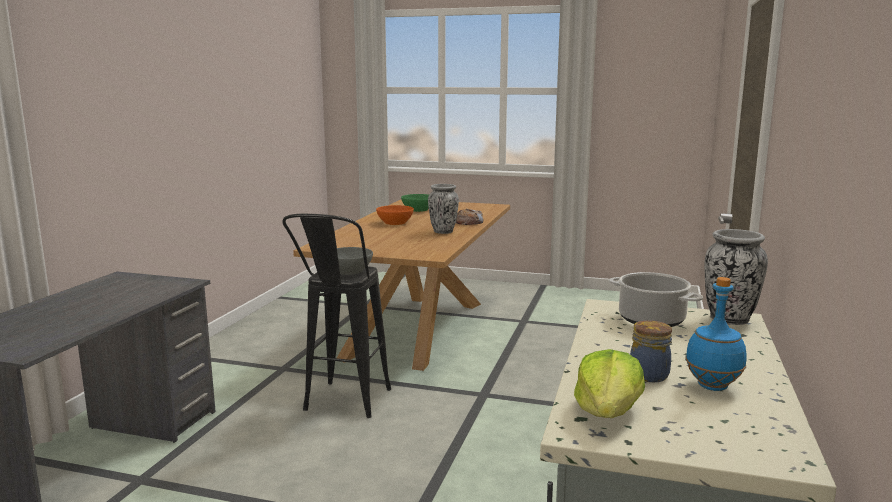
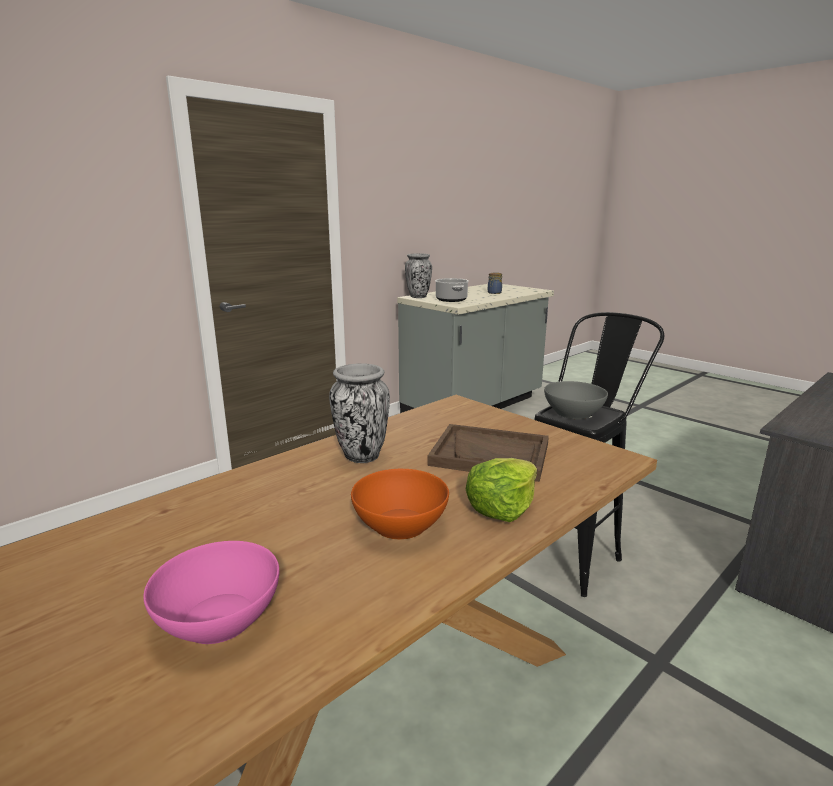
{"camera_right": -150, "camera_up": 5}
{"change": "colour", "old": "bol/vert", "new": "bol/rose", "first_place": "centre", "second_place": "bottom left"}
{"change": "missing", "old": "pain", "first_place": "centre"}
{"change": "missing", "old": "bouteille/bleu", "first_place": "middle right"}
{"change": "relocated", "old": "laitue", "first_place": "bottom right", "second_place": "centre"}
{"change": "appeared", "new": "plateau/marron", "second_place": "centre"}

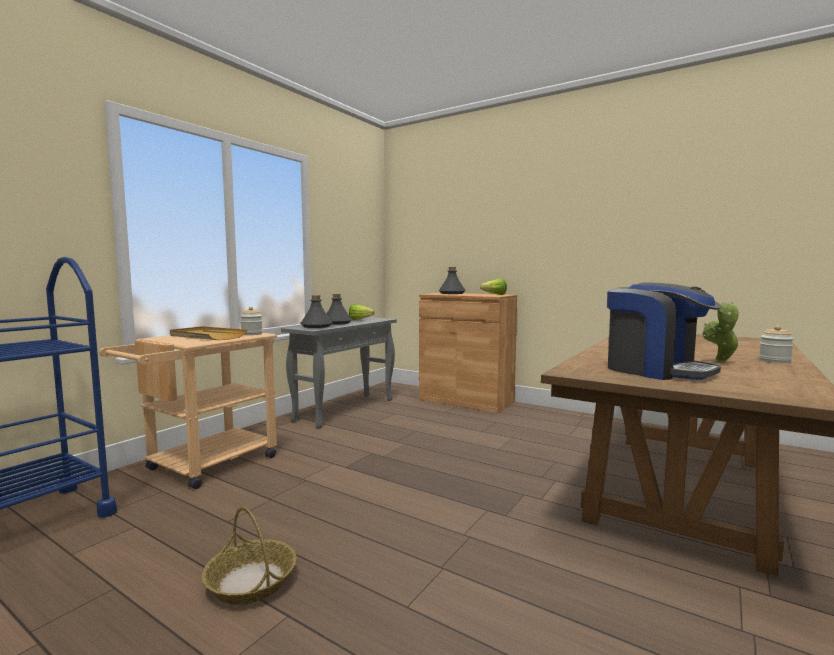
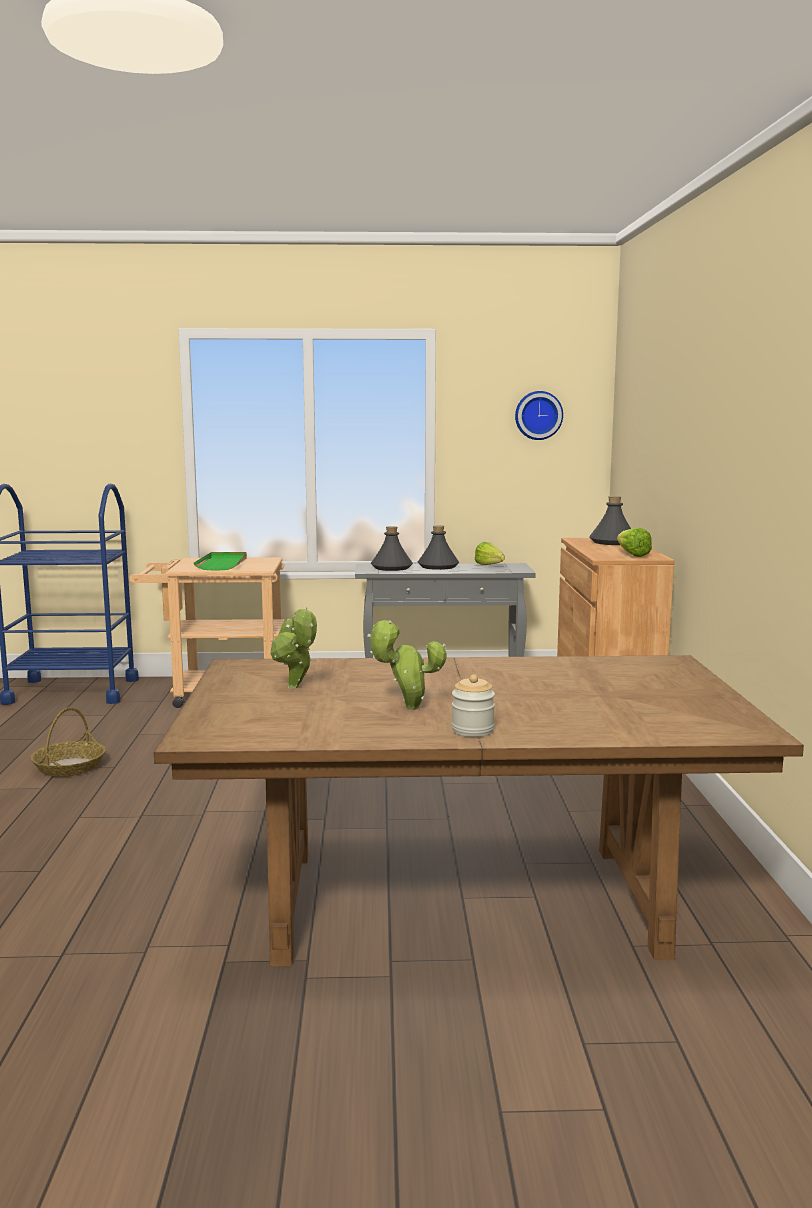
{"camera_right": 55, "camera_up": 5}
{"change": "exchanged", "old": "machine à café", "new": "plante en pot (no. 1 from left)", "first_place": "middle right", "second_place": "centre"}
{"change": "missing", "old": "bocal (no. 1 from left)", "first_place": "middle left"}
{"change": "colour", "old": "plateau/beige", "new": "plateau/vert", "first_place": "middle left", "second_place": "middle left"}
{"change": "appeared", "new": "horloge murale", "second_place": "centre"}

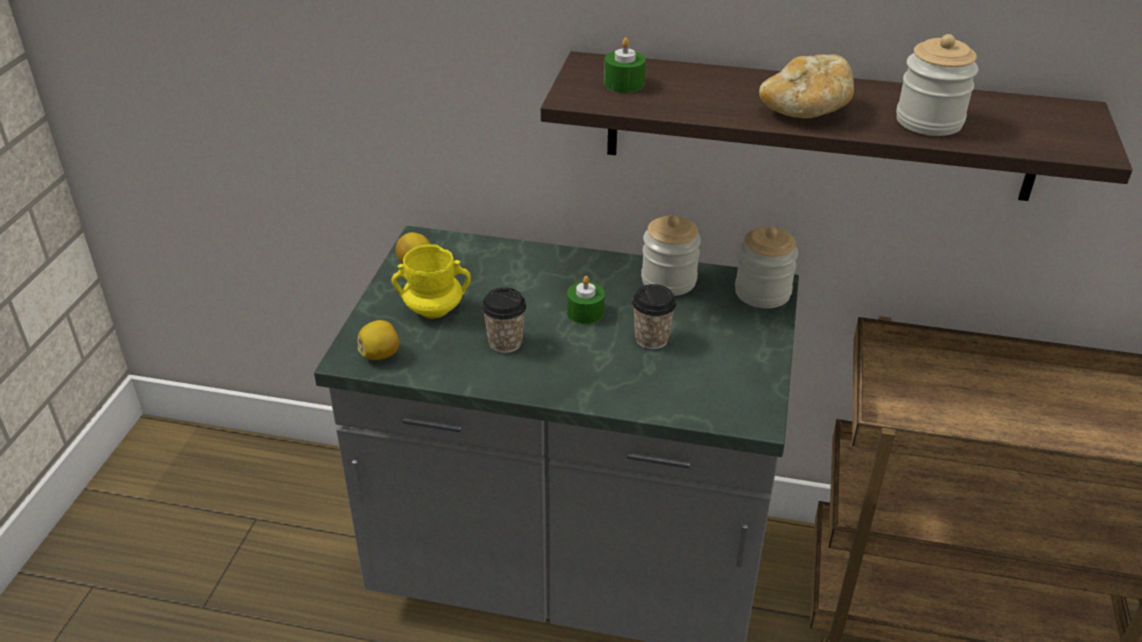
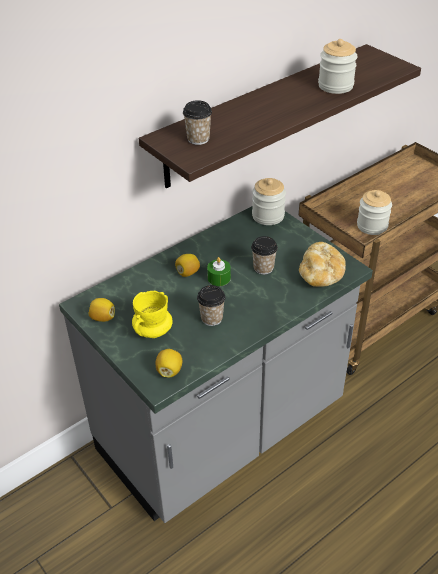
{"camera_right": -50, "camera_up": 5}
{"change": "exchanged", "old": "bougie/vert (no. 2 from left)", "new": "tasse (no. 1 from left)", "first_place": "top centre", "second_place": "top centre"}
{"change": "relocated", "old": "pain", "first_place": "top right", "second_place": "middle right"}
{"change": "relocated", "old": "bocal (no. 1 from left in the first image)", "new": "bocal (no. 3 from left)", "first_place": "centre", "second_place": "middle right"}
{"change": "appeared", "new": "citron (no. 3 from left)", "second_place": "centre"}

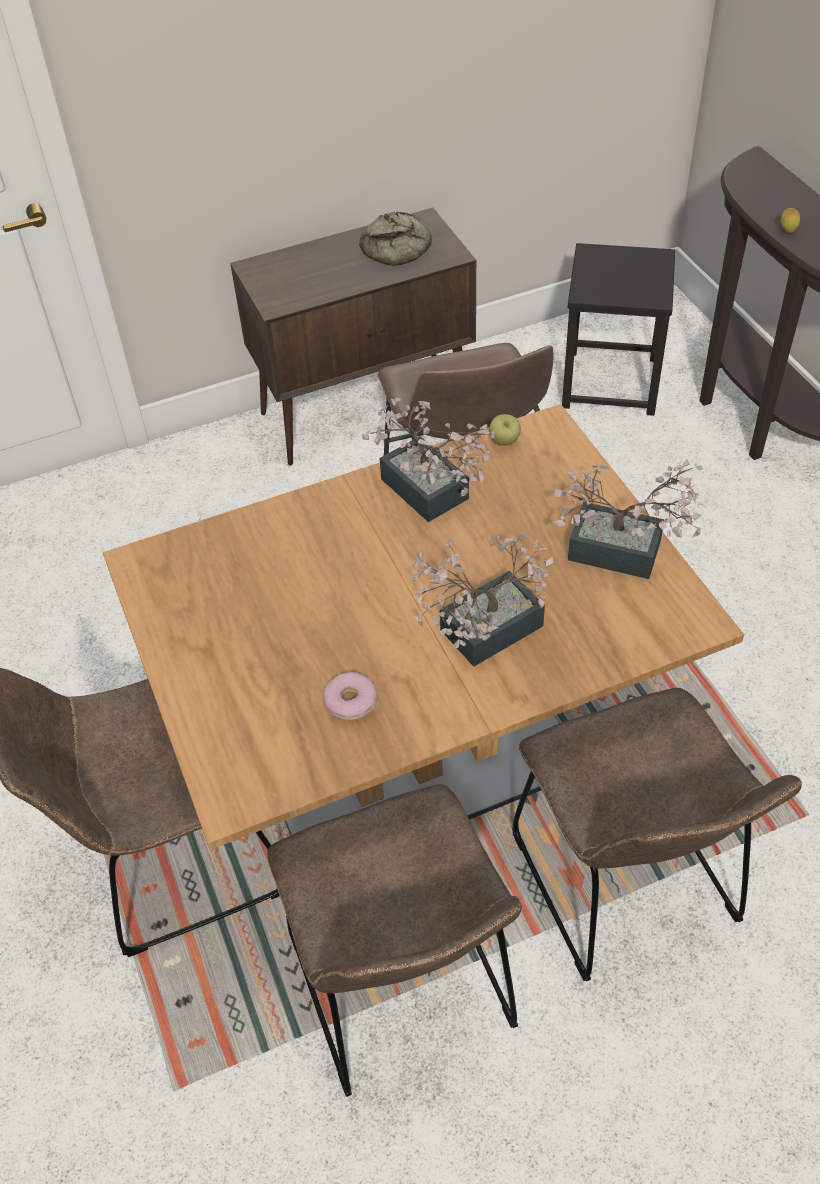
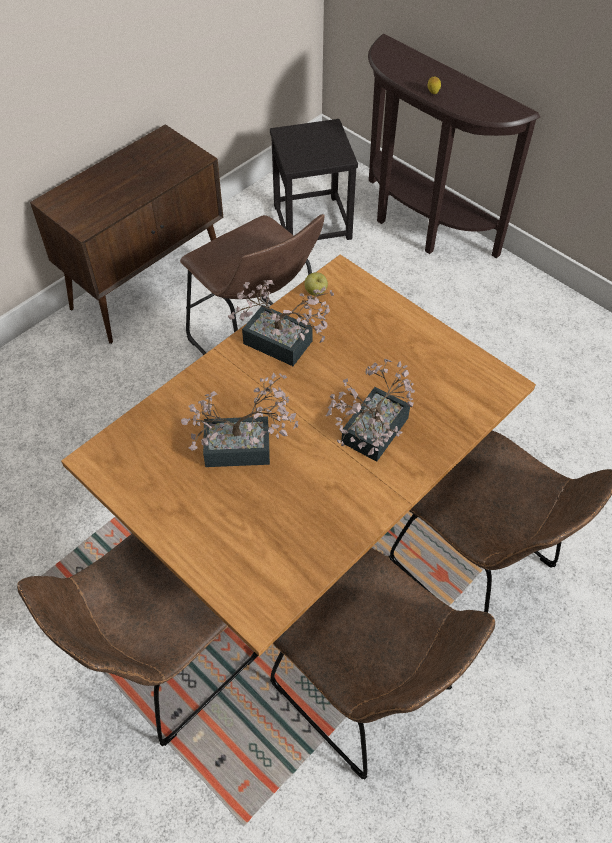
{"camera_right": -25, "camera_up": 5}
{"change": "missing", "old": "pain", "first_place": "top centre"}
{"change": "relocated", "old": "plante en pot (no. 3 from left in the first image)", "new": "plante en pot (no. 1 from left)", "first_place": "middle right", "second_place": "centre"}
{"change": "missing", "old": "beignet", "first_place": "centre"}

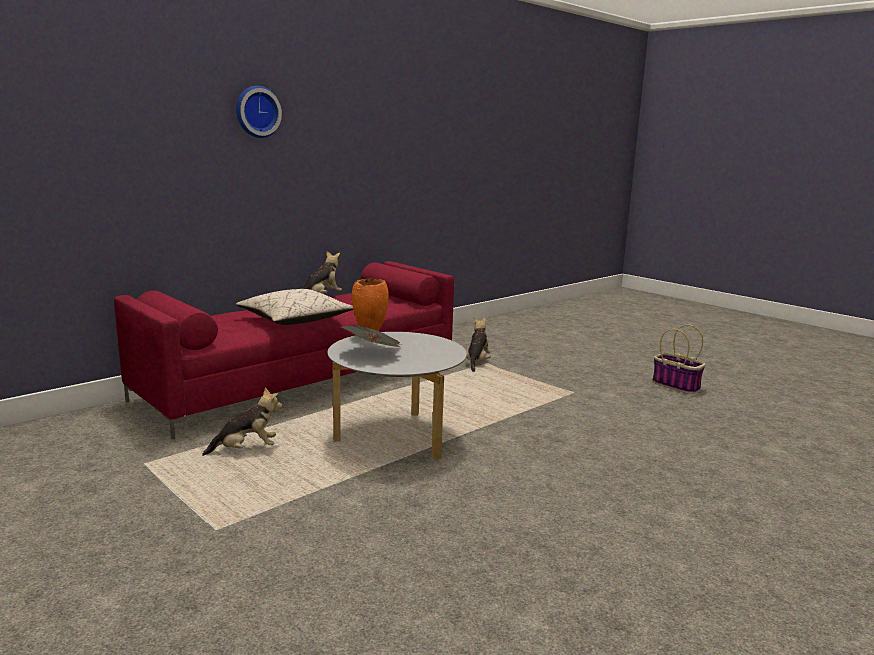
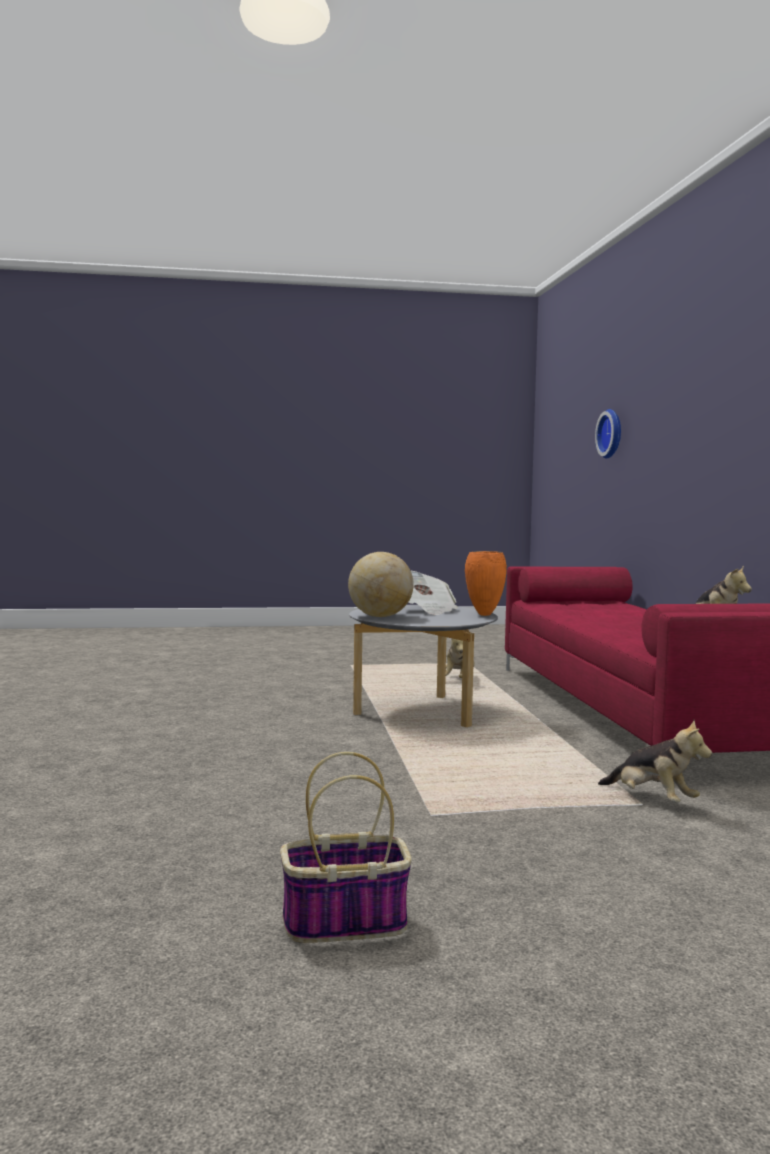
{"camera_right": 125, "camera_up": -10}
{"change": "relocated", "old": "horloge murale", "first_place": "top left", "second_place": "middle right"}
{"change": "missing", "old": "coussin/beige", "first_place": "centre"}
{"change": "appeared", "new": "globe", "second_place": "centre"}

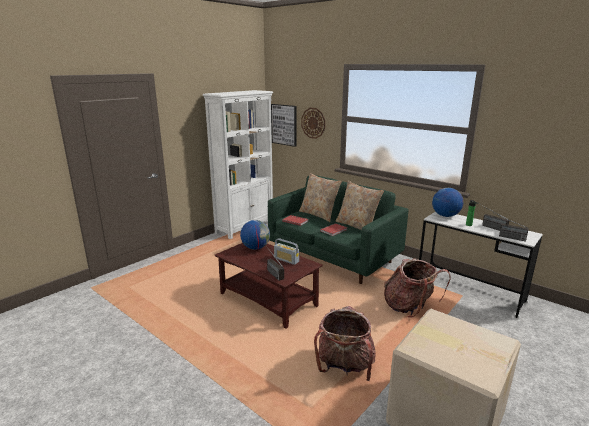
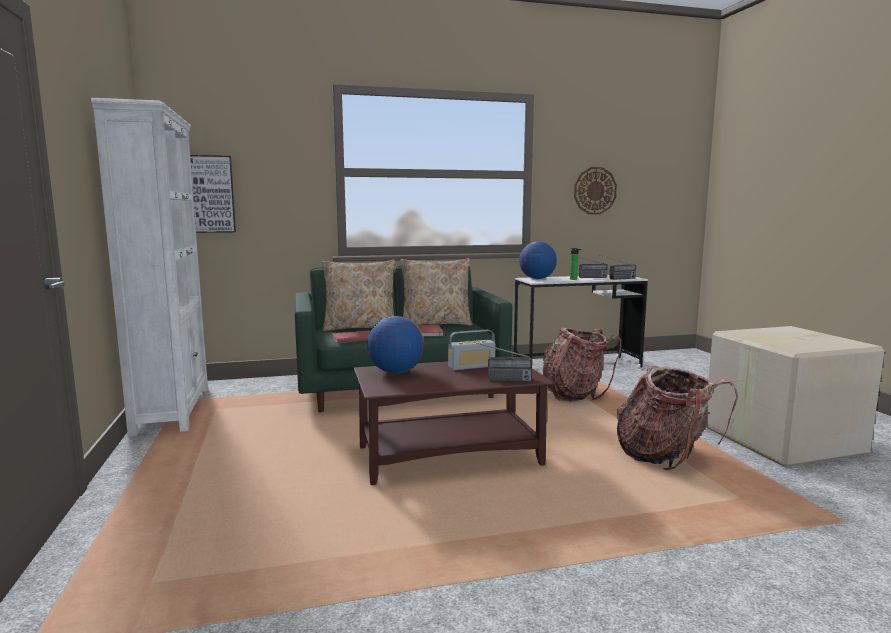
{"camera_right": -55, "camera_up": -10}
{"change": "relocated", "old": "horloge murale", "first_place": "top centre", "second_place": "top right"}

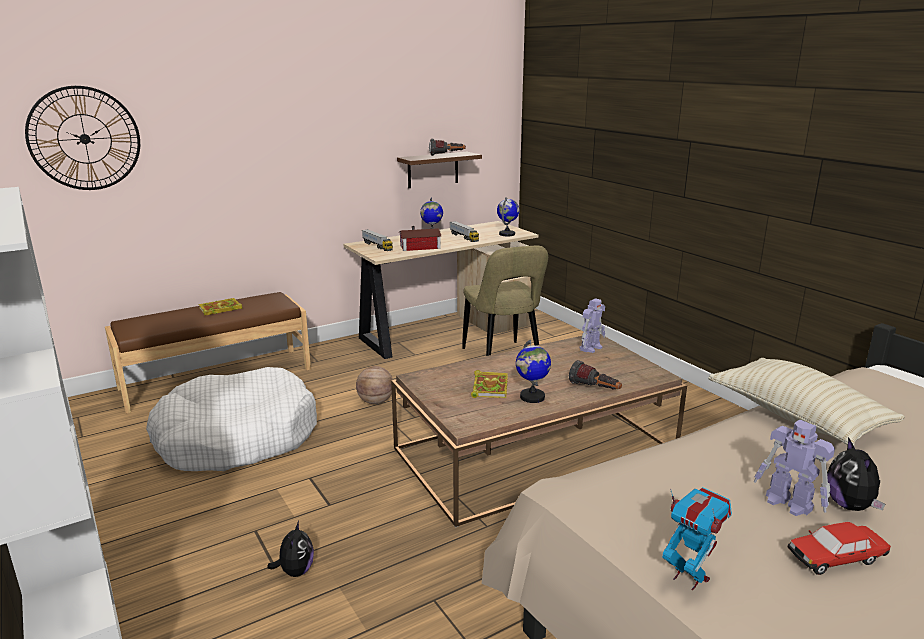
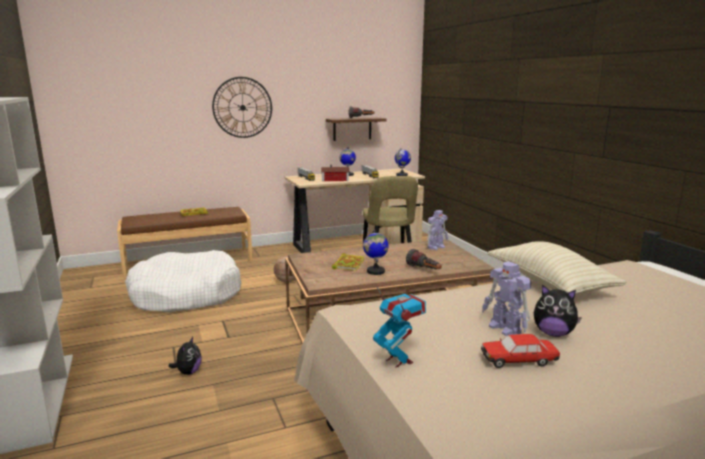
{"camera_right": 10, "camera_up": -5}
{"change": "relocated", "old": "horloge murale", "first_place": "top left", "second_place": "top centre"}
{"change": "spun", "old": "peluche (no. 2 from left)", "first_place": "bottom right", "second_place": "bottom right", "degrees": -75}

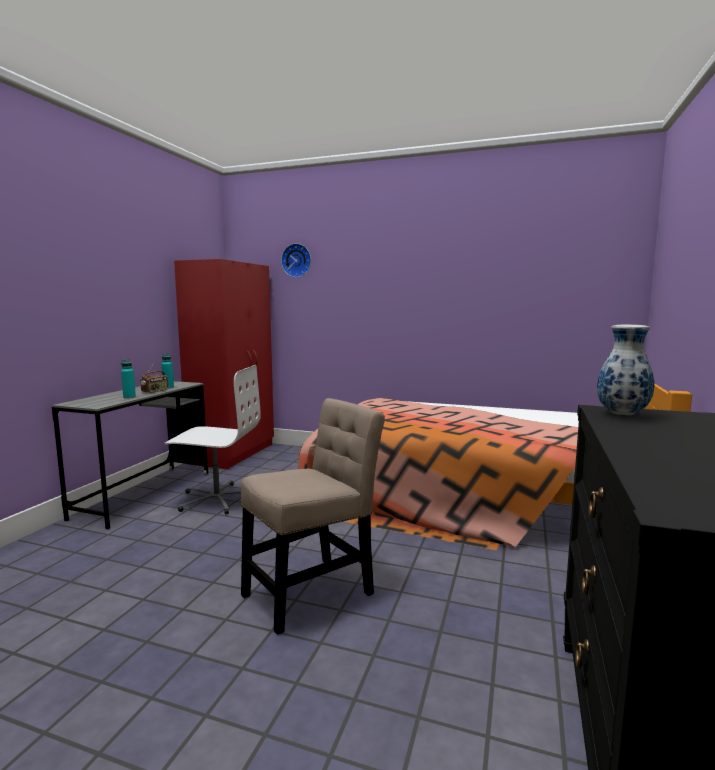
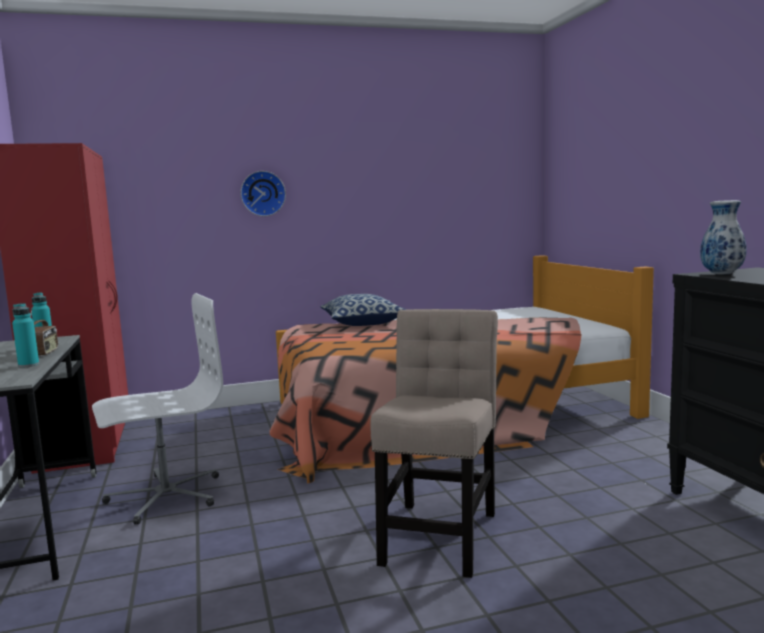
{"camera_right": -35, "camera_up": 0}
{"change": "relocated", "old": "horloge murale", "first_place": "centre", "second_place": "top centre"}
{"change": "appeared", "new": "coussin", "second_place": "centre"}

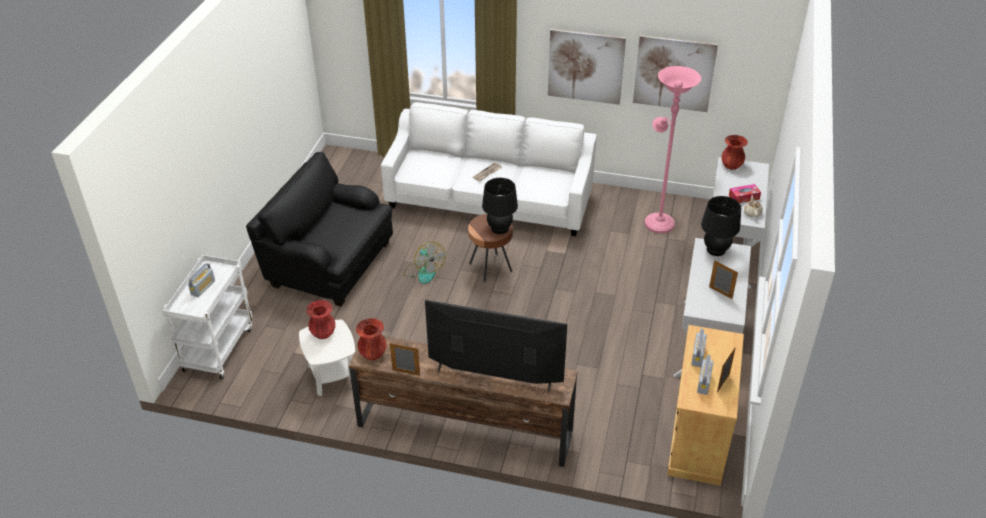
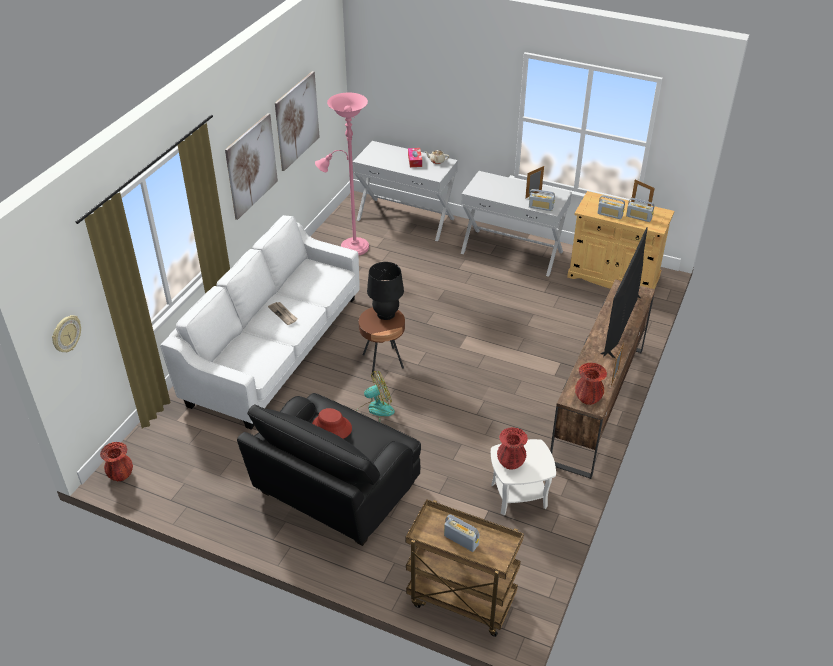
{"camera_right": -80, "camera_up": 0}
{"change": "relocated", "old": "vase/rouge (no. 3 from left in the first image)", "new": "vase/rouge (no. 1 from left)", "first_place": "top right", "second_place": "bottom left"}
{"change": "missing", "old": "lampe de table/noir (no. 2 from left)", "first_place": "middle right"}
{"change": "colour", "old": "chariot/blanc", "new": "chariot/marron", "first_place": "middle left", "second_place": "bottom centre"}
{"change": "appeared", "new": "radio (no. 2 from left)", "second_place": "top centre"}
{"change": "appeared", "new": "horloge murale", "second_place": "middle left"}
{"change": "appeared", "new": "chapeau/rouge", "second_place": "centre"}

